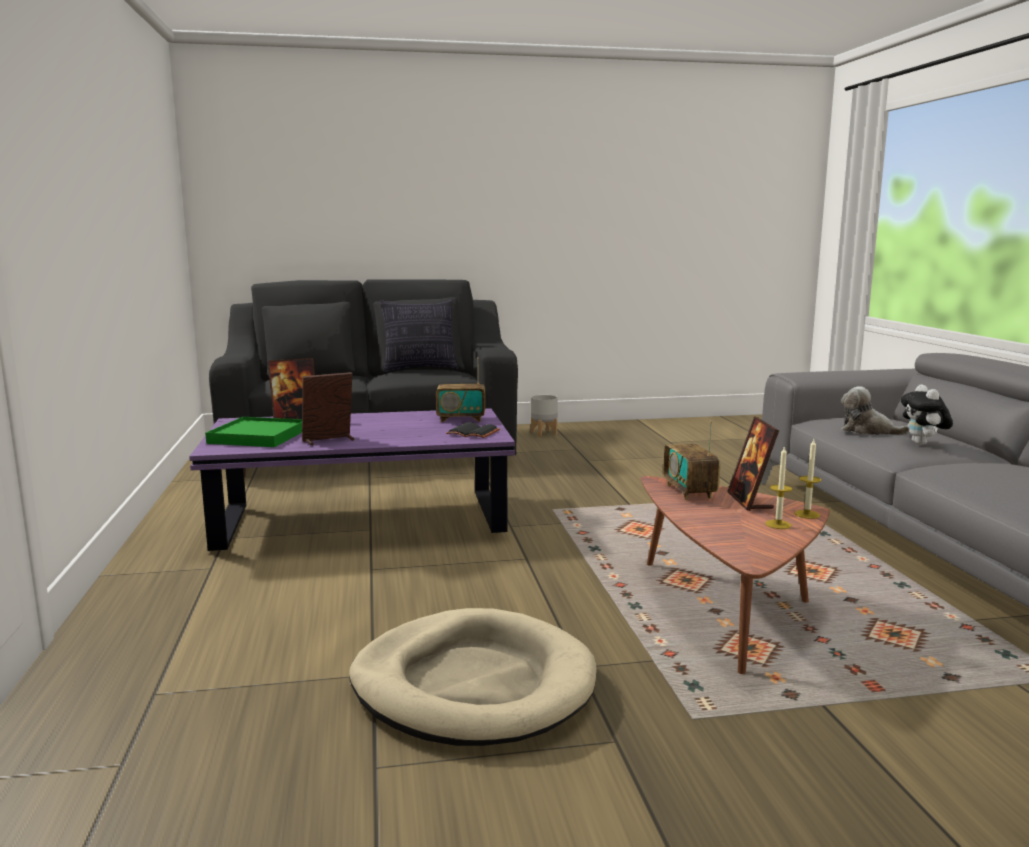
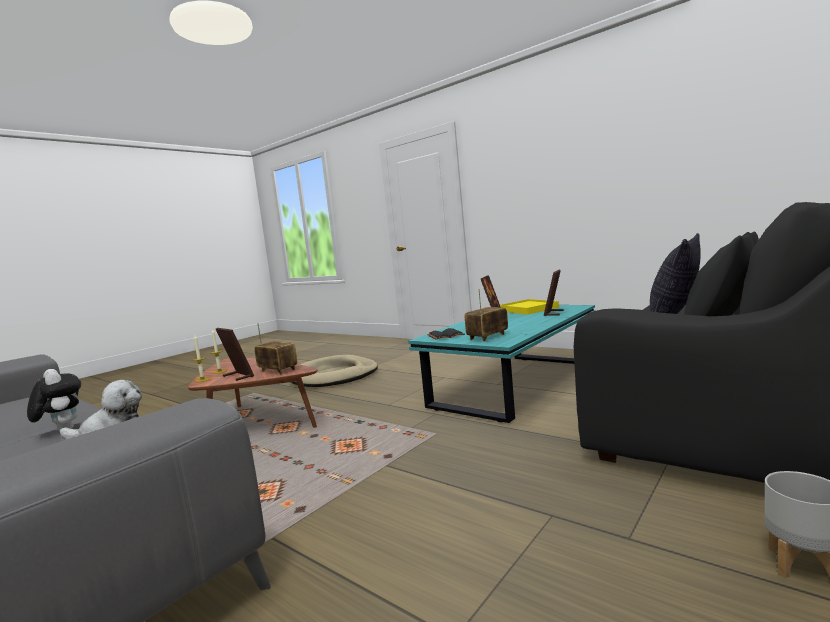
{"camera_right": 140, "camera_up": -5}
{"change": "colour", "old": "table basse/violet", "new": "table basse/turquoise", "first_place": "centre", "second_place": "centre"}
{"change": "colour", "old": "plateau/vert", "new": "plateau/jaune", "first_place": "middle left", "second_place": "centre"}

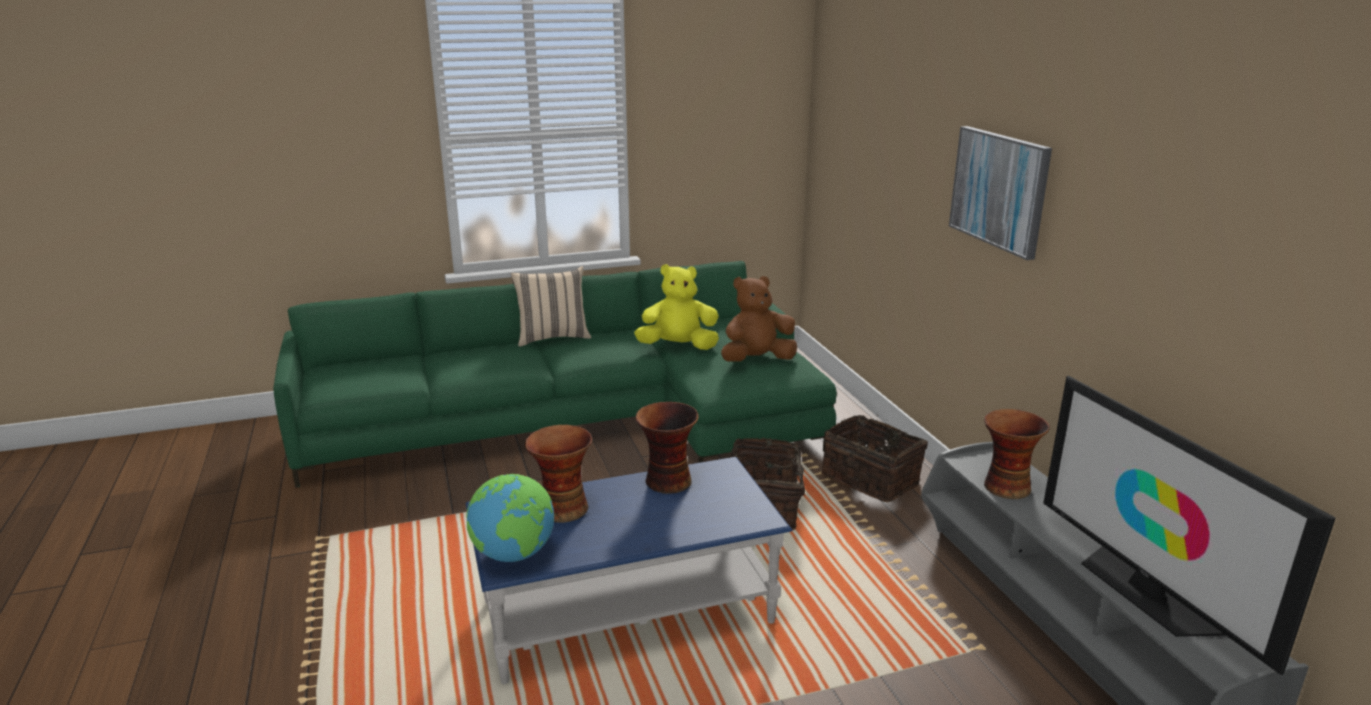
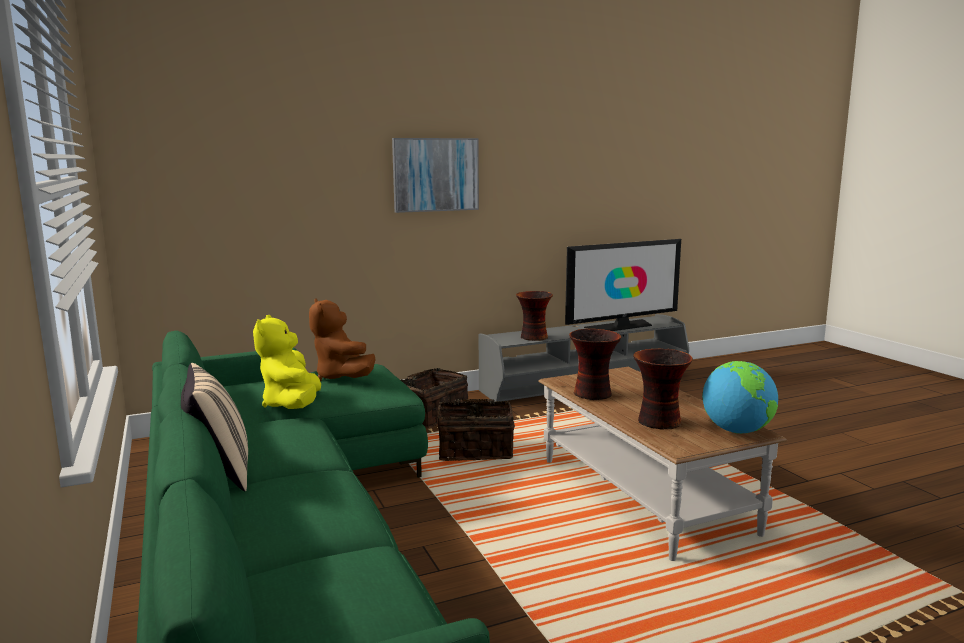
{"camera_right": -95, "camera_up": -10}
{"change": "colour", "old": "table basse/bleu", "new": "table basse/marron", "first_place": "bottom centre", "second_place": "bottom right"}

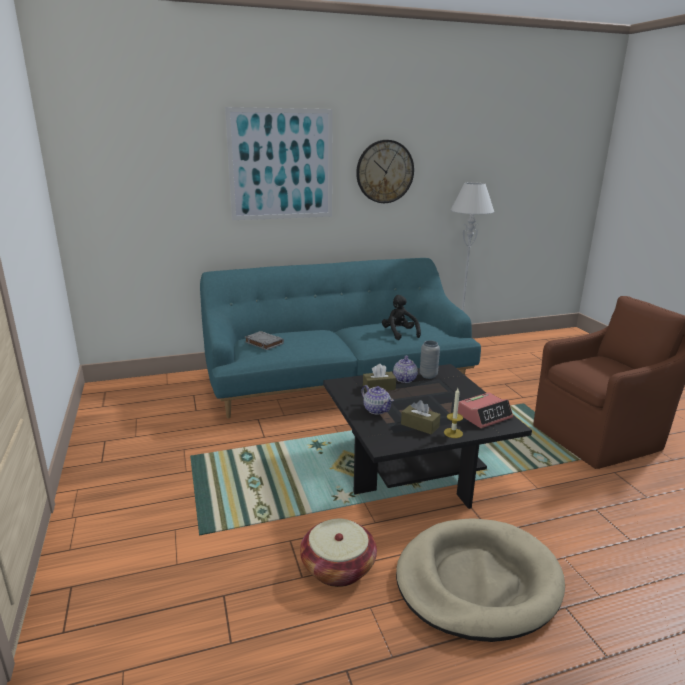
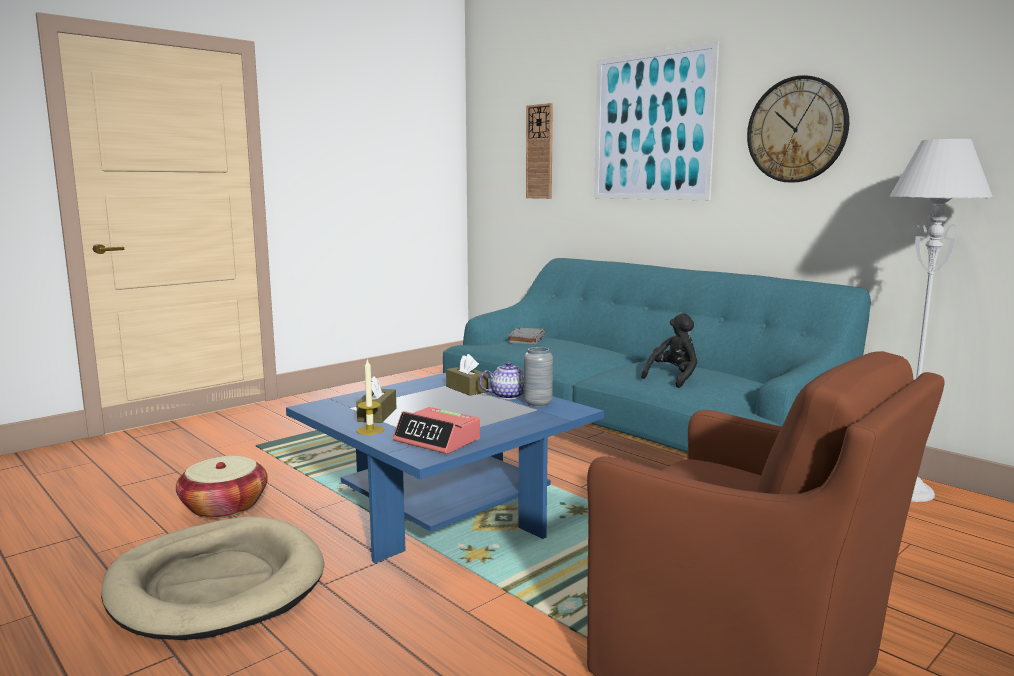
{"camera_right": 65, "camera_up": -10}
{"change": "colour", "old": "table basse/noir", "new": "table basse/bleu", "first_place": "centre", "second_place": "bottom centre"}
{"change": "missing", "old": "théière (no. 1 from left)", "first_place": "centre"}
{"change": "appeared", "new": "horloge murale (no. 1 from left)", "second_place": "top centre"}

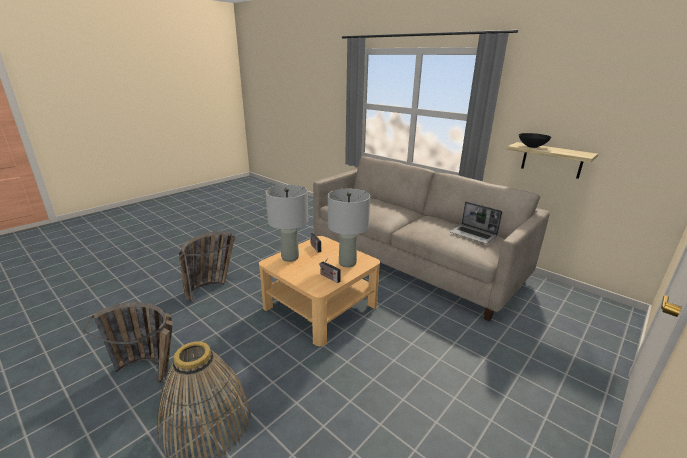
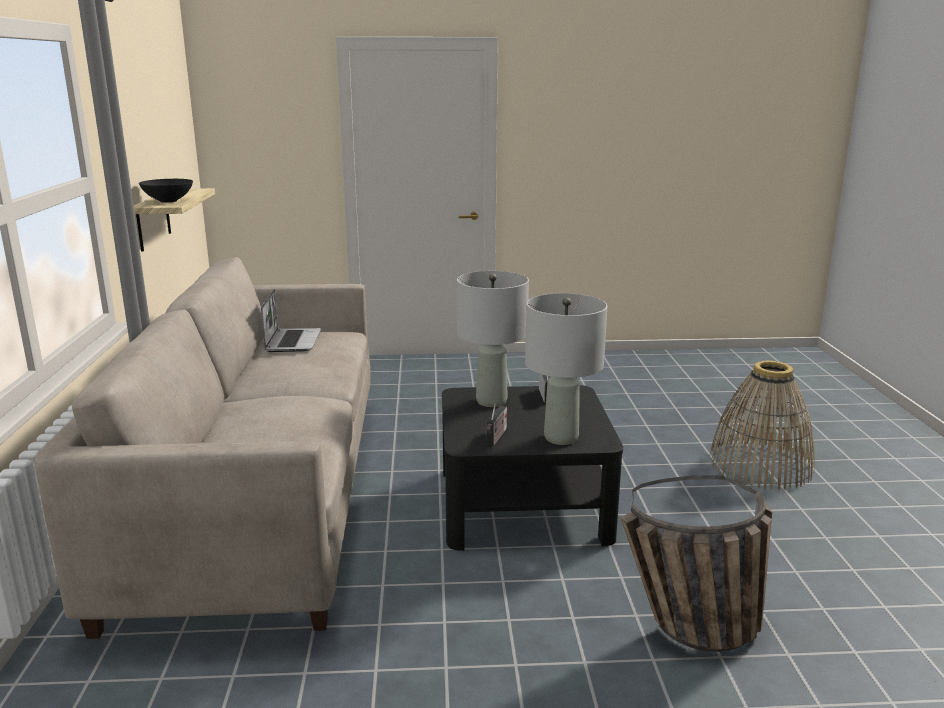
{"camera_right": -135, "camera_up": -5}
{"change": "colour", "old": "table basse/beige", "new": "table basse/noir", "first_place": "centre", "second_place": "centre"}
{"change": "missing", "old": "panier (no. 1 from left)", "first_place": "bottom left"}

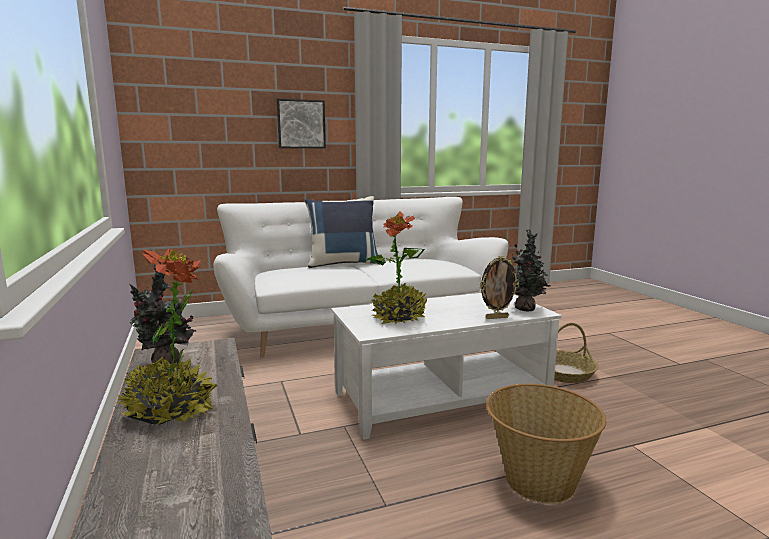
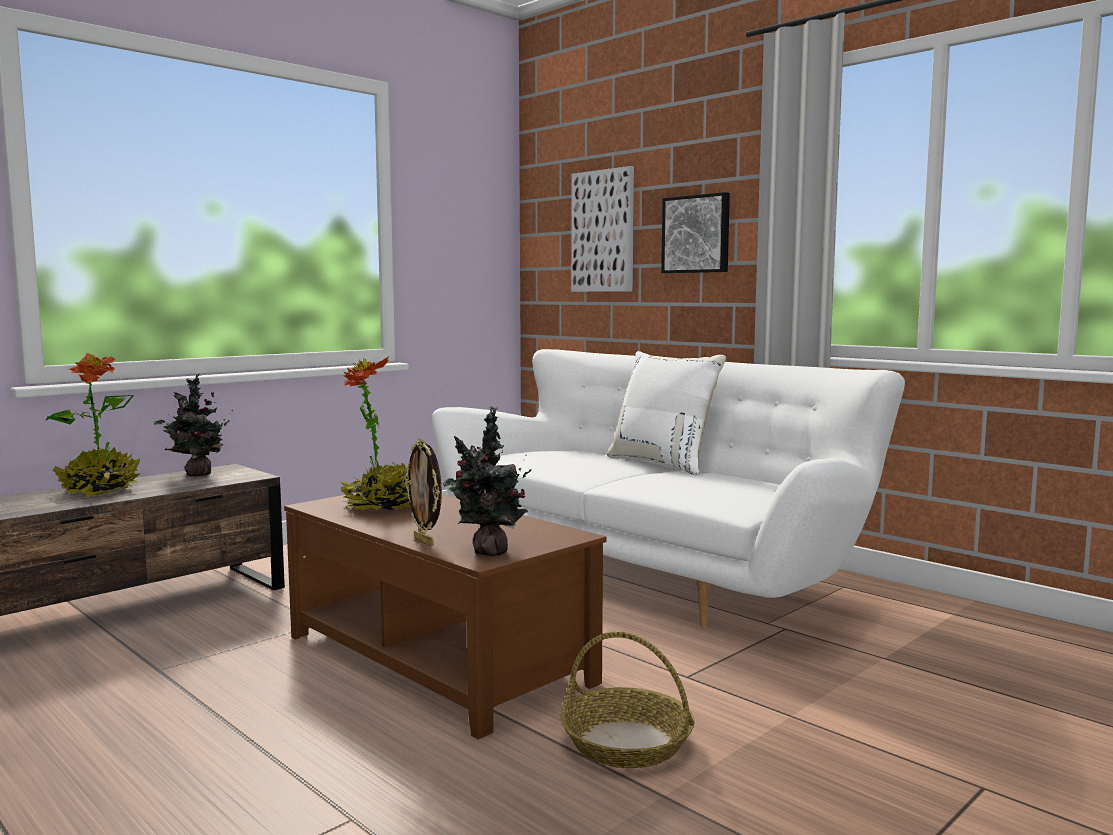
{"camera_right": 65, "camera_up": -5}
{"change": "colour", "old": "coussin/bleu", "new": "coussin/blanc", "first_place": "centre", "second_place": "centre"}
{"change": "colour", "old": "table basse/blanc", "new": "table basse/marron", "first_place": "bottom centre", "second_place": "bottom centre"}
{"change": "missing", "old": "panier (no. 1 from left)", "first_place": "bottom right"}
{"change": "appeared", "new": "tableau (no. 1 from left)", "second_place": "top centre"}

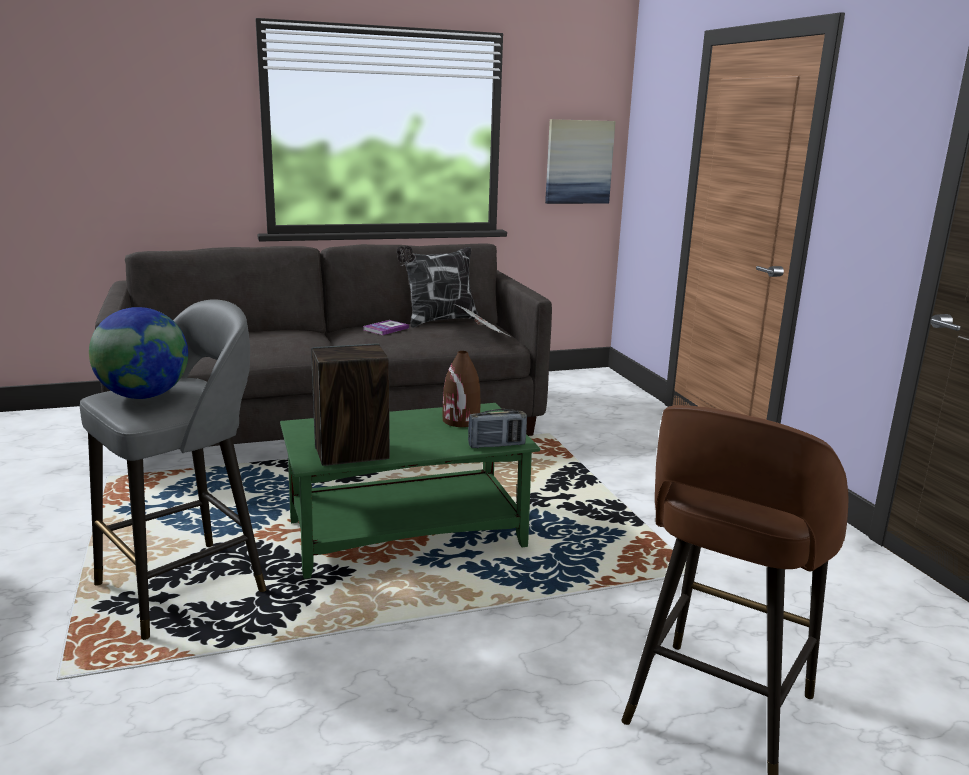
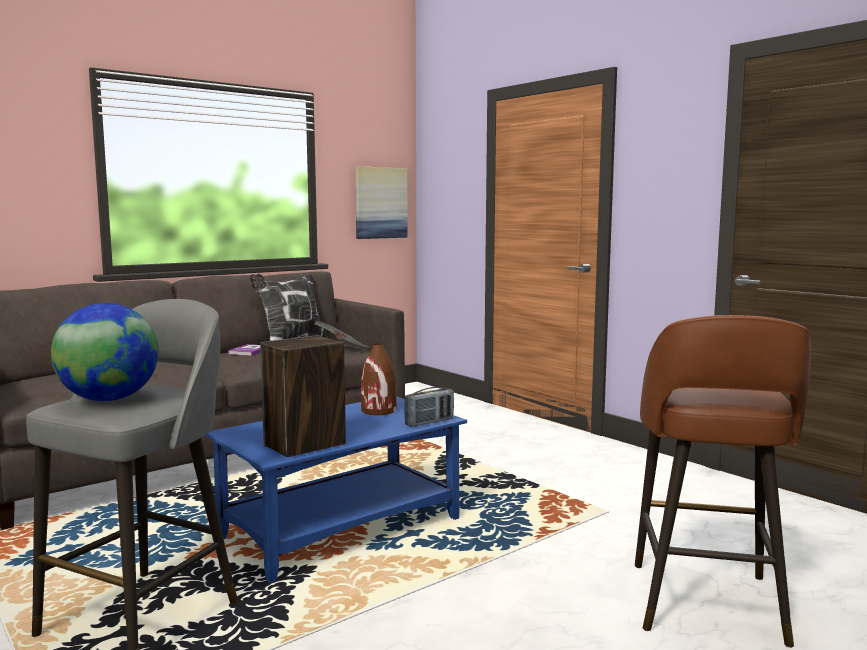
{"camera_right": -20, "camera_up": -10}
{"change": "colour", "old": "table basse/vert", "new": "table basse/bleu", "first_place": "centre", "second_place": "bottom centre"}

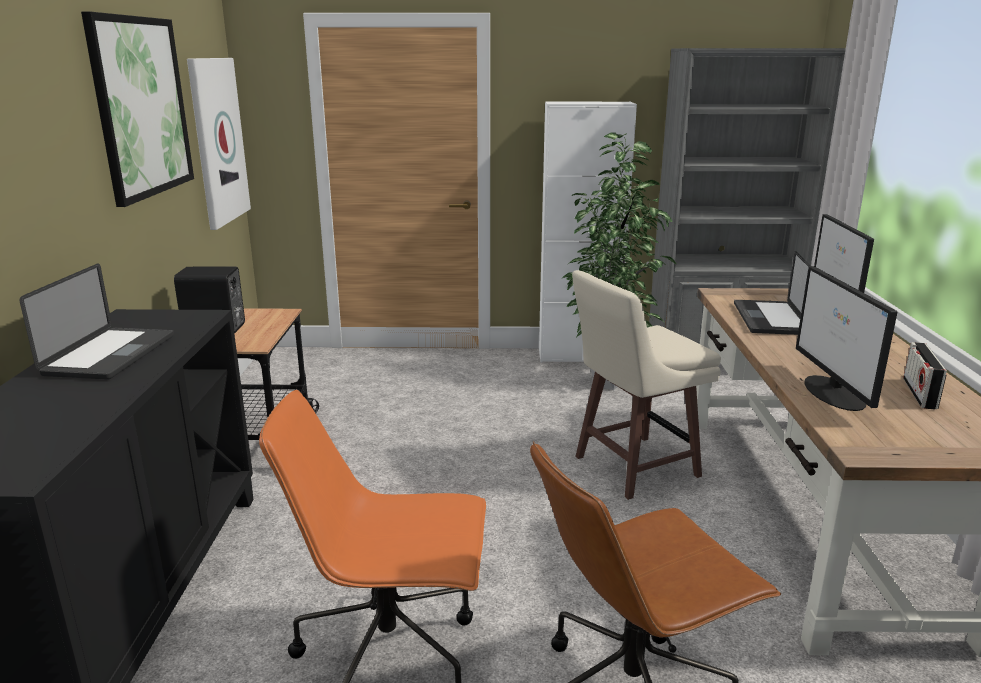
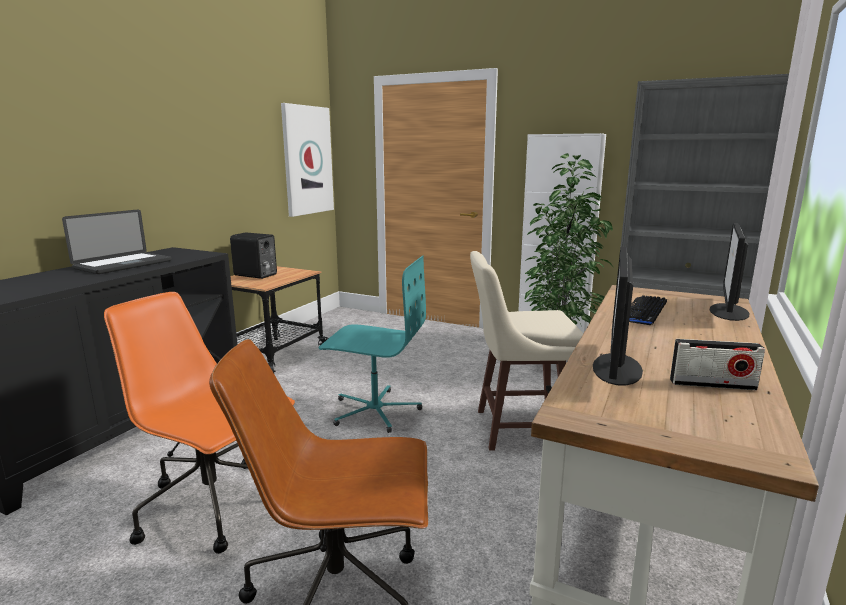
{"camera_right": 25, "camera_up": -5}
{"change": "missing", "old": "tableau (no. 1 from left)", "first_place": "top left"}
{"change": "exchanged", "old": "ordinateur portable (no. 2 from left)", "new": "clavier", "first_place": "middle right", "second_place": "middle right"}
{"change": "spun", "old": "radio", "first_place": "middle right", "second_place": "middle right", "degrees": -120}
{"change": "appeared", "new": "chaise de bureau/turquoise", "second_place": "centre"}

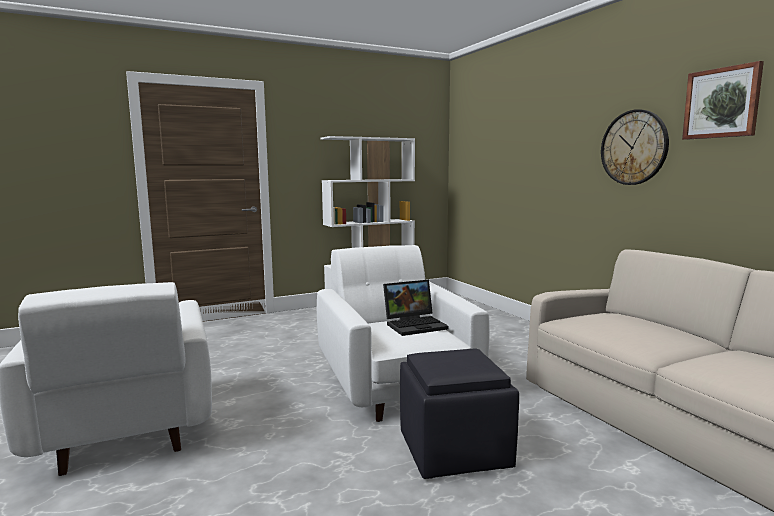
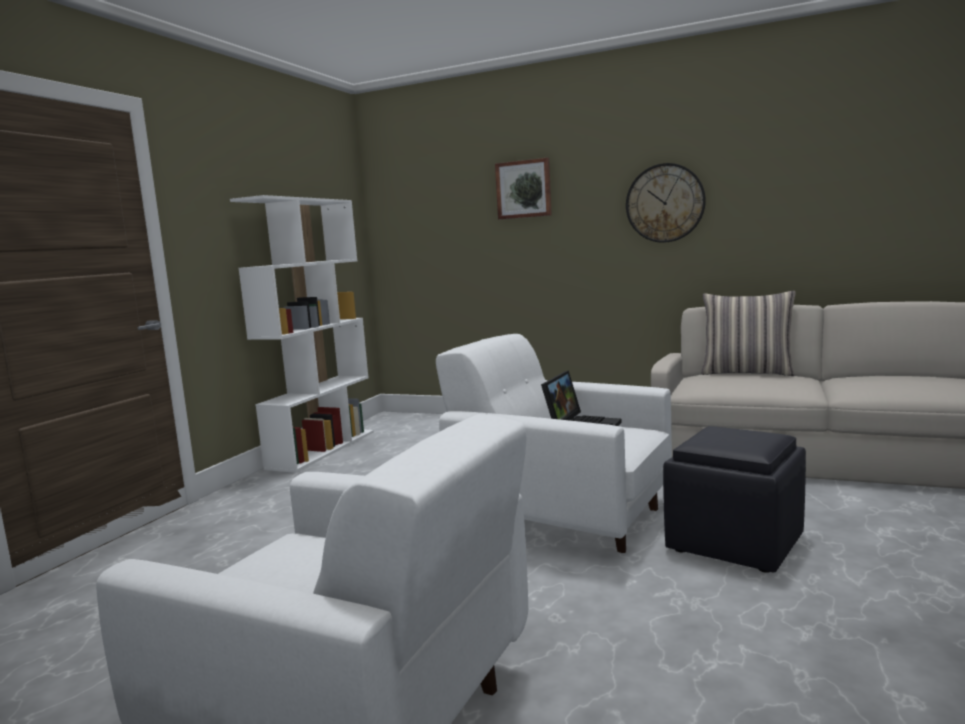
{"camera_right": -40, "camera_up": 0}
{"change": "relocated", "old": "tableau", "first_place": "top right", "second_place": "top centre"}
{"change": "appeared", "new": "coussin", "second_place": "middle right"}

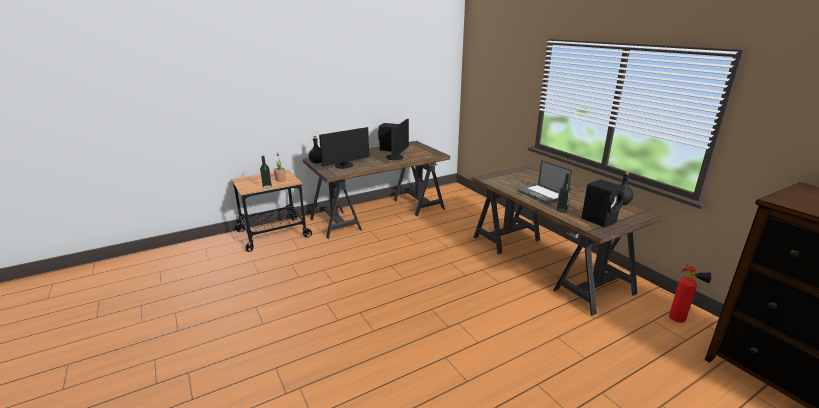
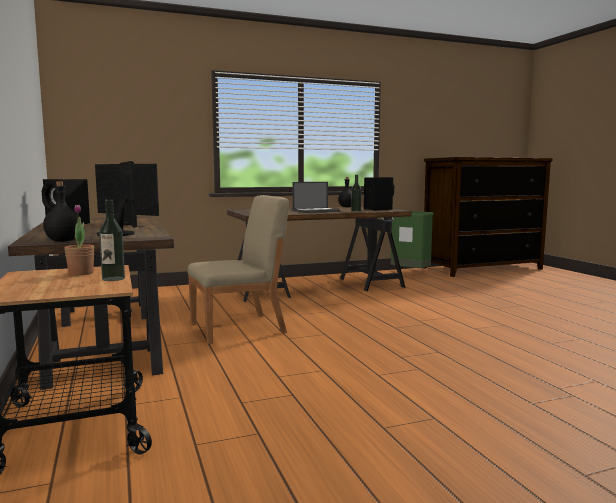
{"camera_right": -80, "camera_up": -15}
{"change": "exchanged", "old": "extincteur", "new": "poubelle/vert", "first_place": "bottom right", "second_place": "middle right"}
{"change": "appeared", "new": "chaise/beige", "second_place": "centre"}

